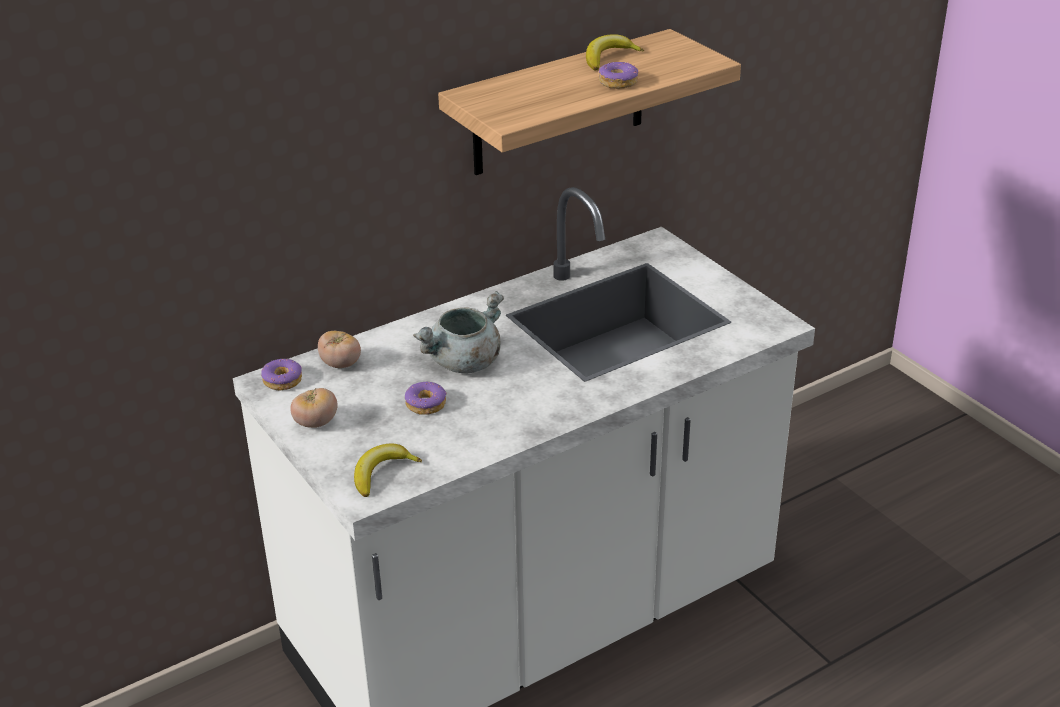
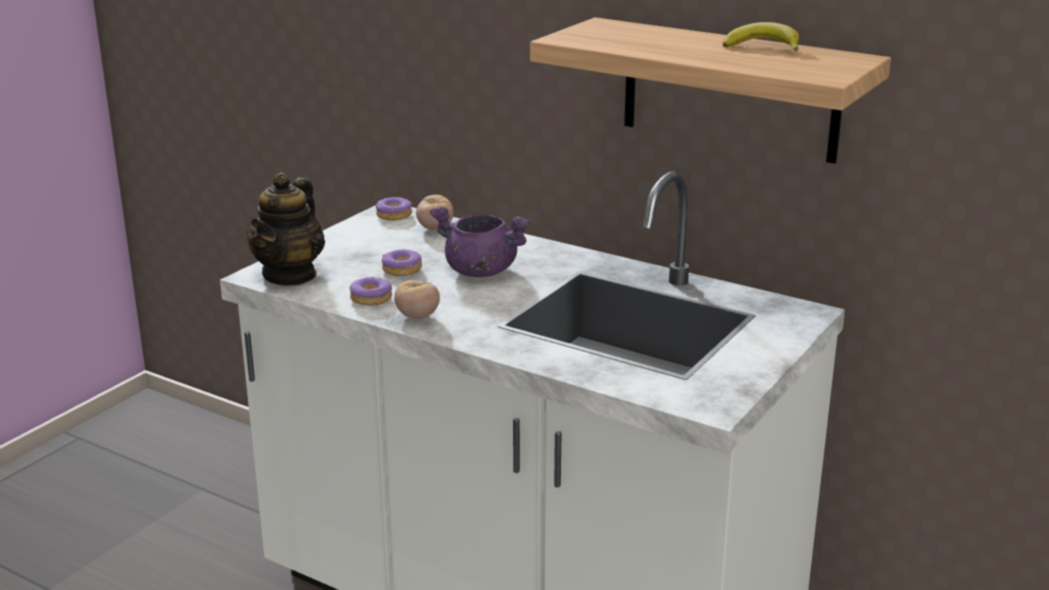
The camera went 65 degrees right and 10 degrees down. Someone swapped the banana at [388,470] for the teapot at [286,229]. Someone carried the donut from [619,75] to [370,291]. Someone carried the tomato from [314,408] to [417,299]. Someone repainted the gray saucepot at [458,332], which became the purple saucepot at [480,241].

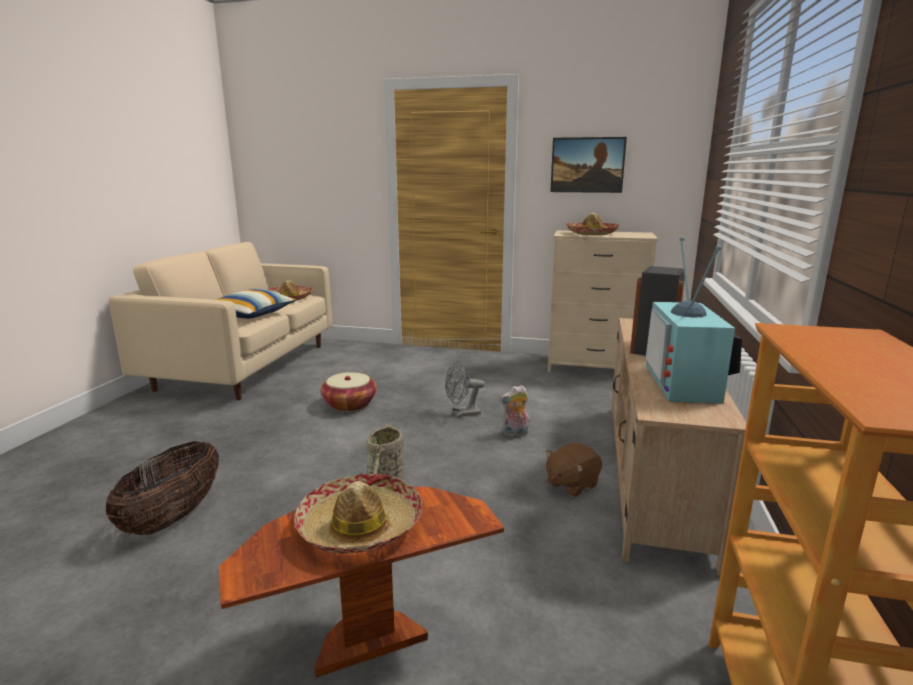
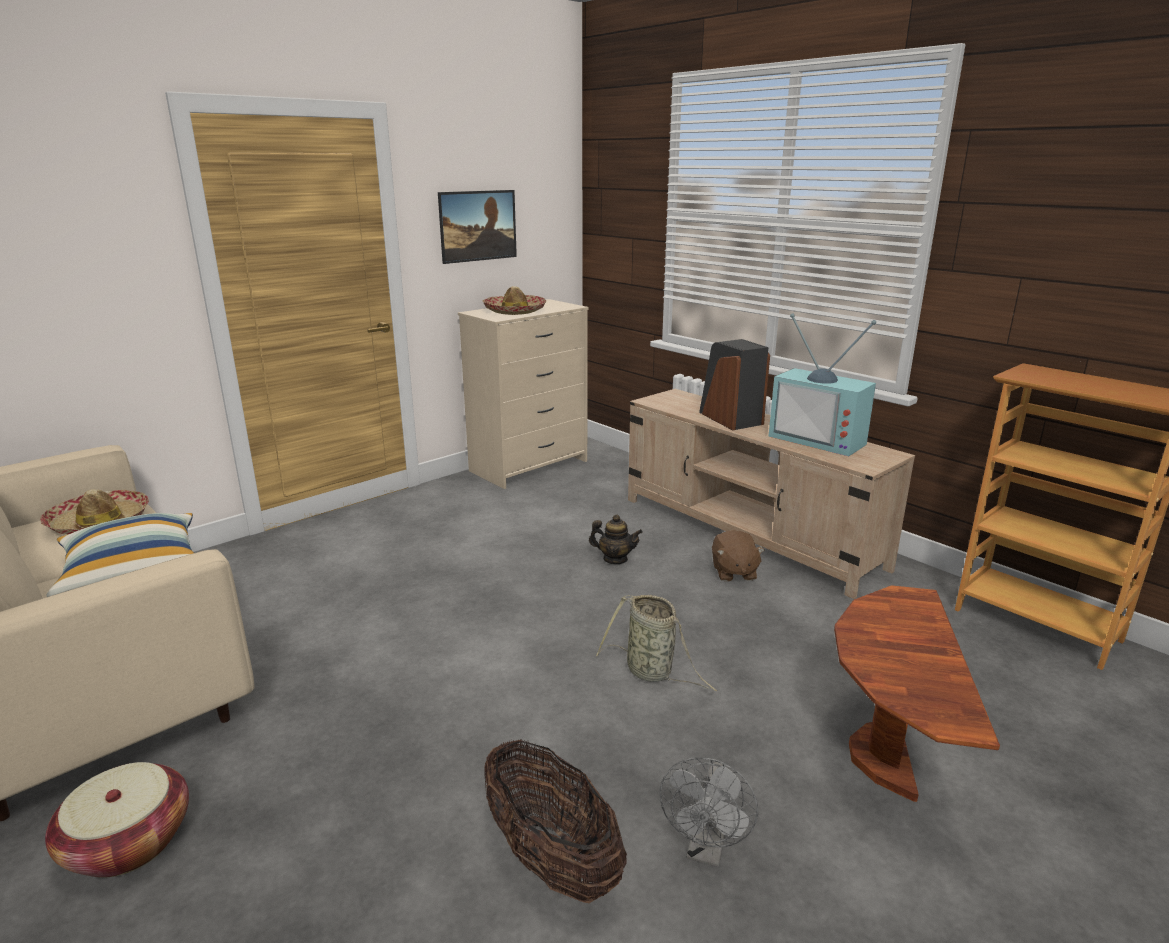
The camera went 55 degrees left and 5 degrees up. Someone carried the household basket from [348,392] to [117,820]. Someone swapped the soft toy at [514,411] for the teapot at [616,539]. Someone carried the gray electric fan from [465,388] to [709,812]. Someone took away the hat at [358,514].

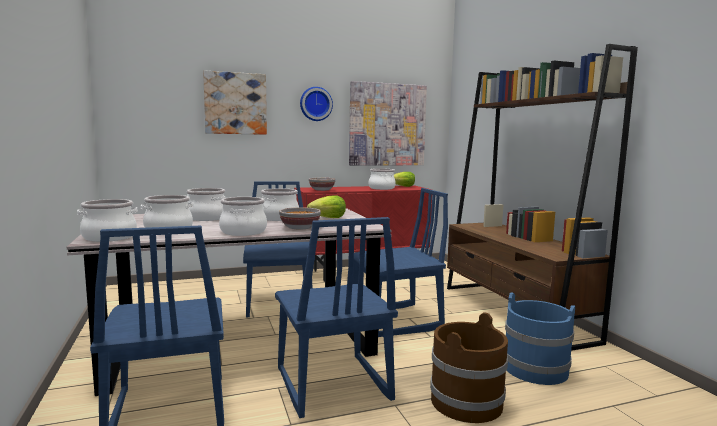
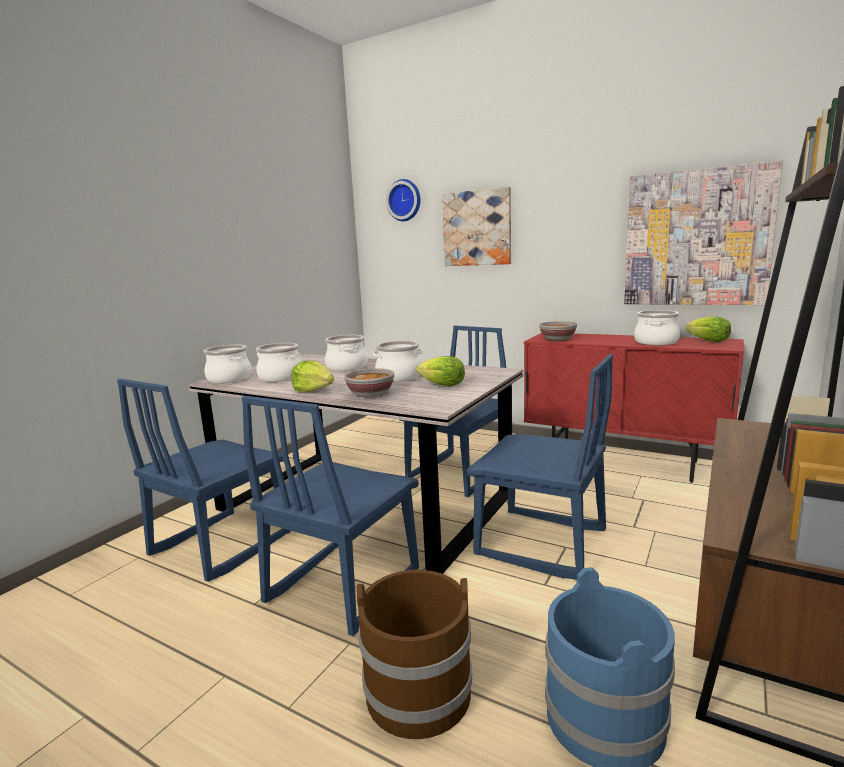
The camera went 50 degrees right and 5 degrees up. Someone swapped the saucepot at [243,216] for the lettuce head at [313,376]. Someone carried the hanging clock from [316,104] to [403,200].

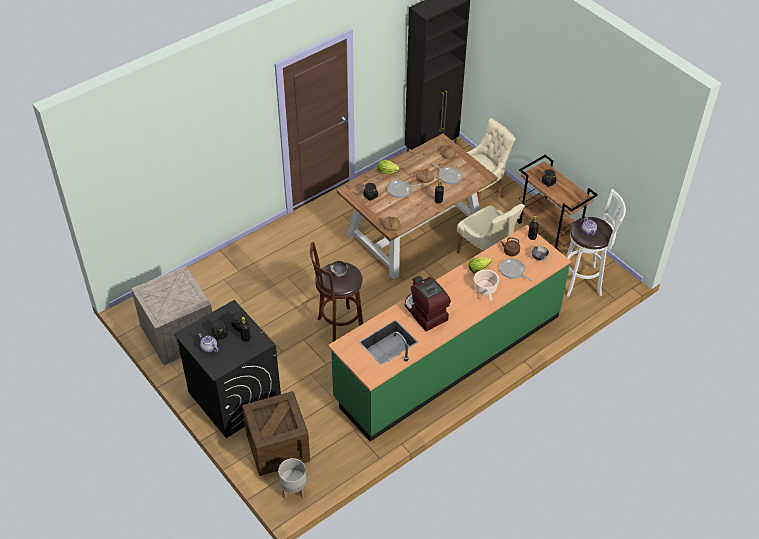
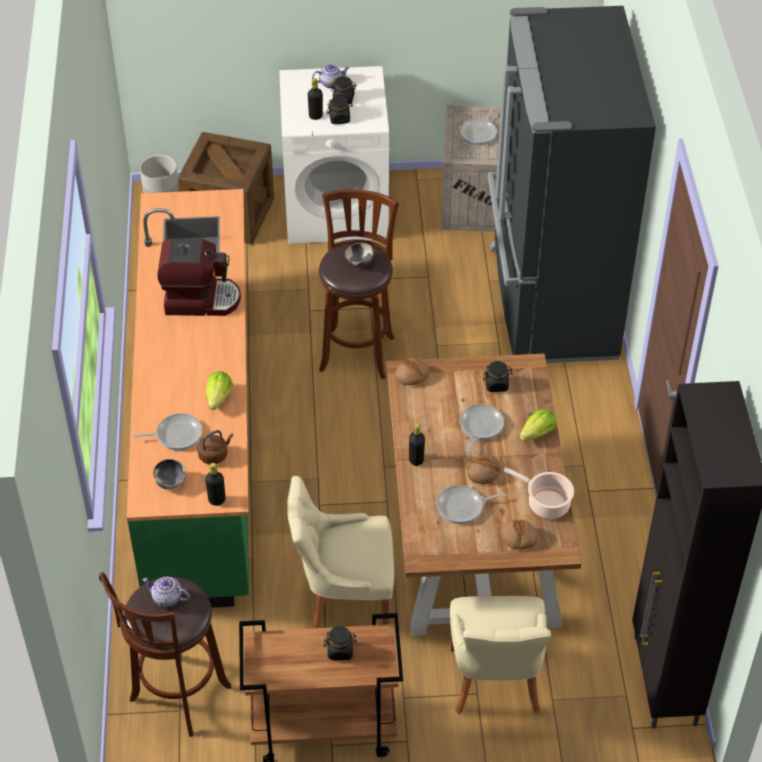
The camera went 125 degrees right and 0 degrees up. Someone repainted the white stool seat at [596,243], which became the brownish stool seat at [165,654]. Someone repainted the black-coloured laundry machine at [227,369], which became the white laundry machine at [334,155]. Someone put down the skillet at [478,126]. Someone put down the black-coloured refrigerator at [572,184]. Someone carried the saucepot from [486,285] to [539,493].

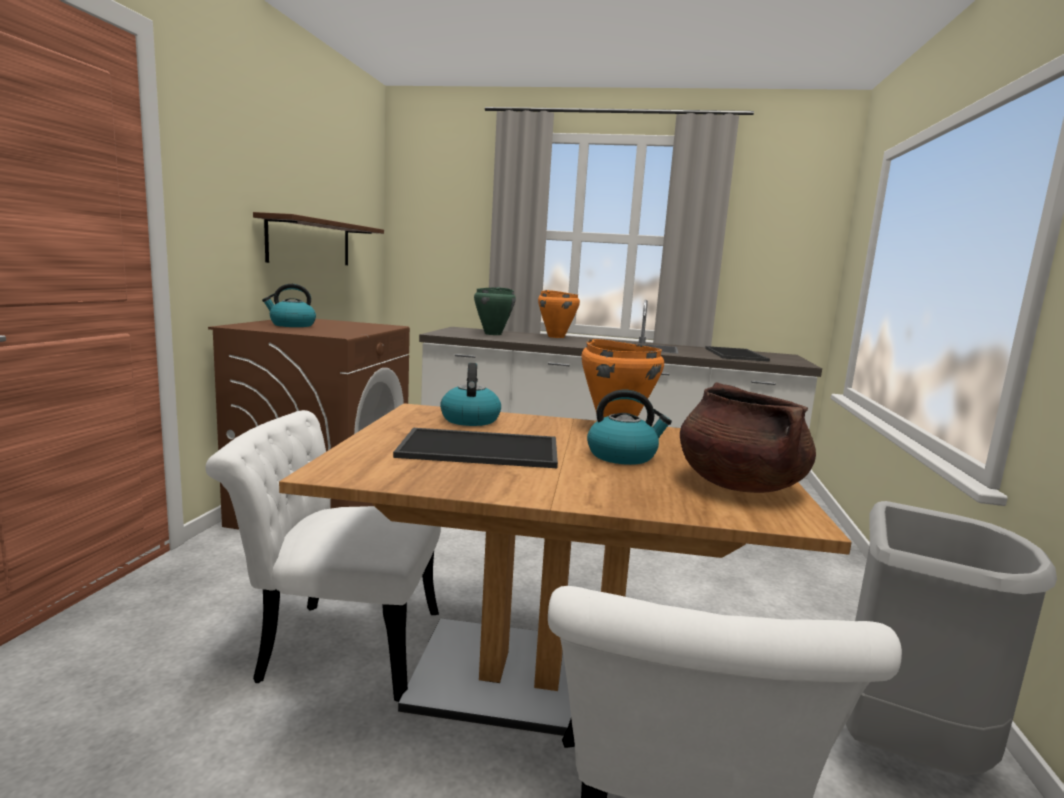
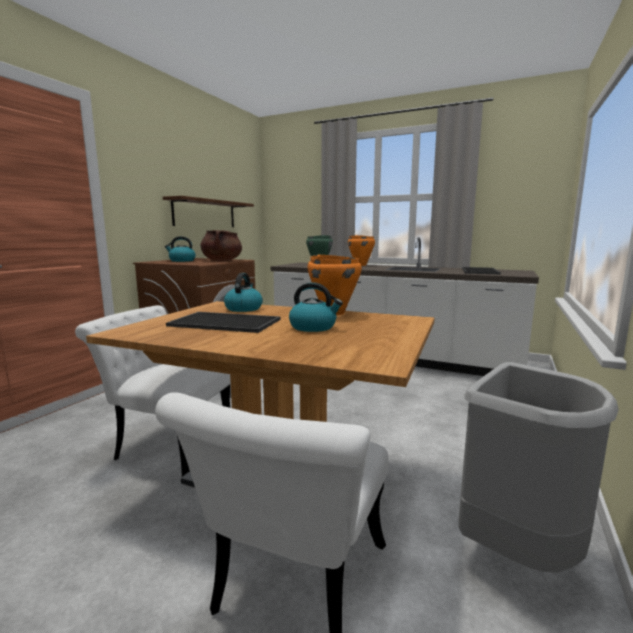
The camera went 15 degrees right and 0 degrees up. Someone carried the brownish saucepot from [748,437] to [221,245].

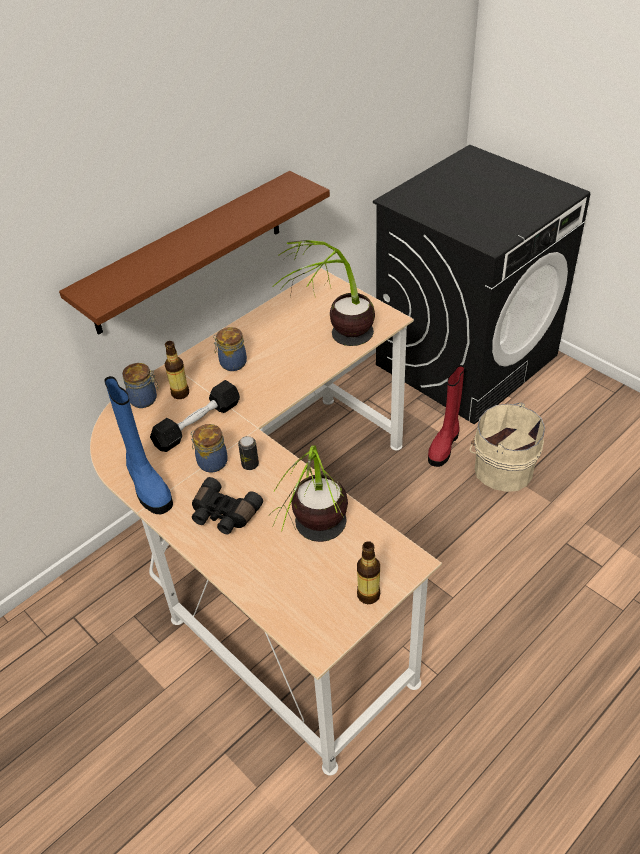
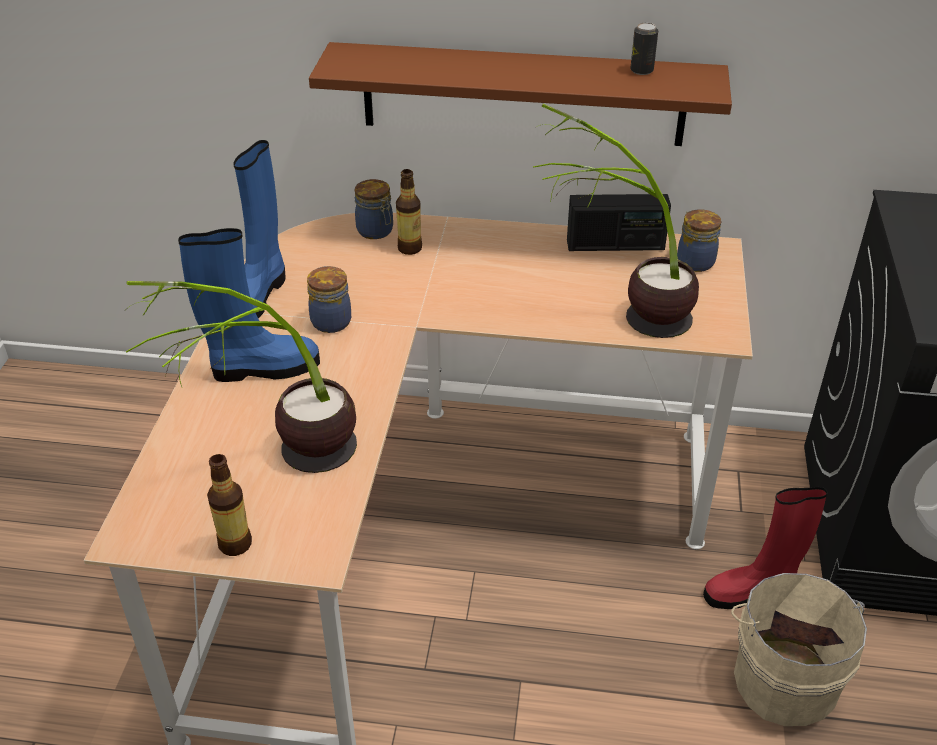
The camera went 50 degrees right and 5 degrees down. Someone swapped the black-coloured binoculars at [227,506] for the blue high-top boot at [249,305]. Someone put down the radio at [619,222]. Someone carried the can from [248,453] to [644,49]. Someone carried the jar from [230,349] to [699,240]. Someone took away the black-coloured dumbbell at [195,416].

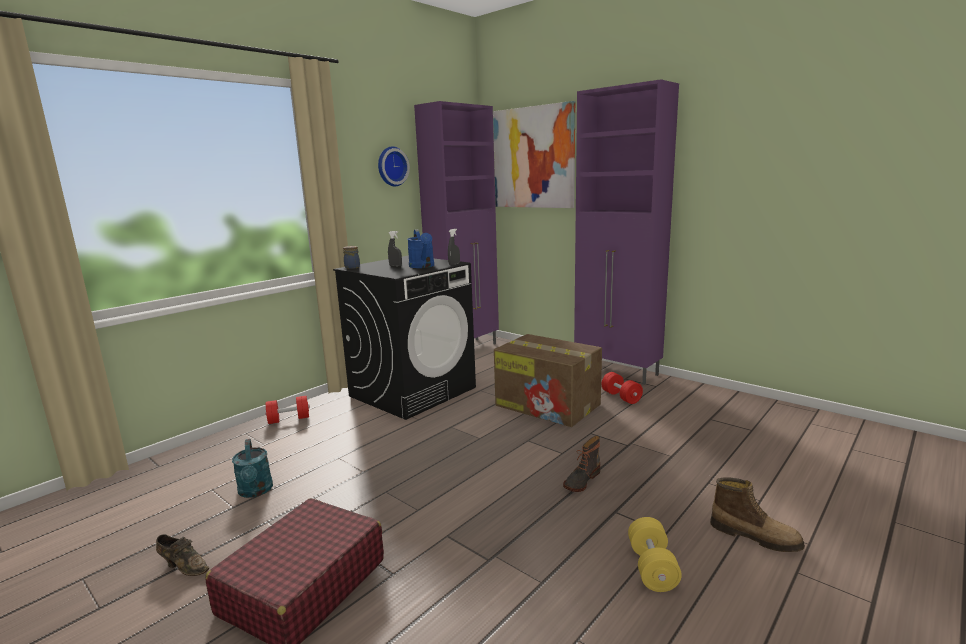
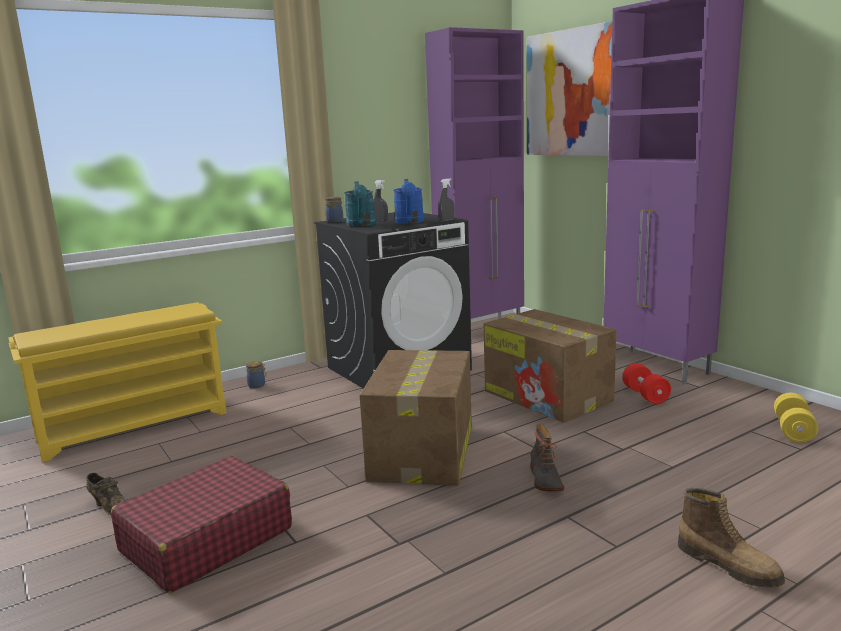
The camera went 15 degrees right and 0 degrees up. Someone put down the yellow-coloured shoe rack at [117,382]. Someone swapped the red-coloured dumbbell at [287,410] for the jar at [256,374]. Someone carried the turquoise watering can from [252,468] to [360,204]. Someone put down the carton at [415,418]. Someone rotated the high-top boot at [581,464] by 60 degrees counterclockwise. Someone carried the yellow-coloured dumbbell from [655,554] to [796,418]. Someone took away the hanging clock at [394,166].

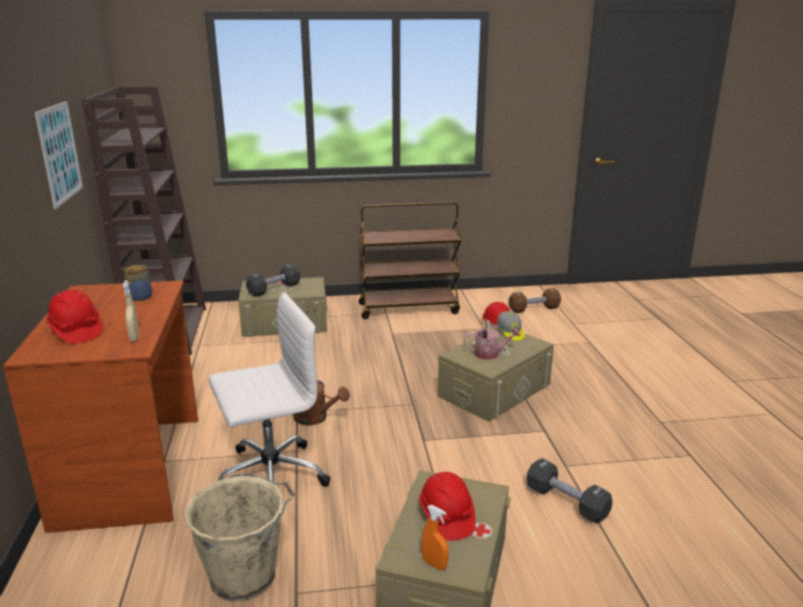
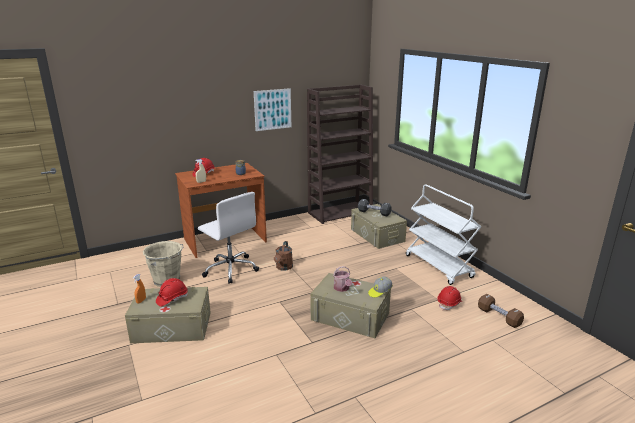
The camera went 70 degrees right and 0 degrees up. Someone repainted the brownish wheeled cart at [410,260], which became the white wheeled cart at [443,234]. Someone took away the black-coloured dumbbell at [569,491].

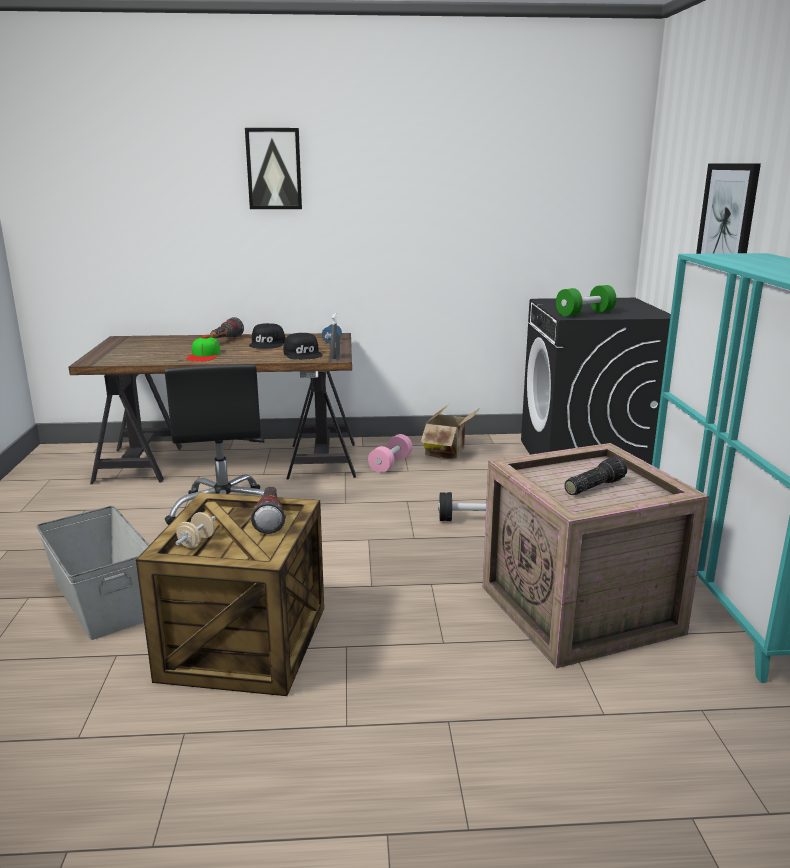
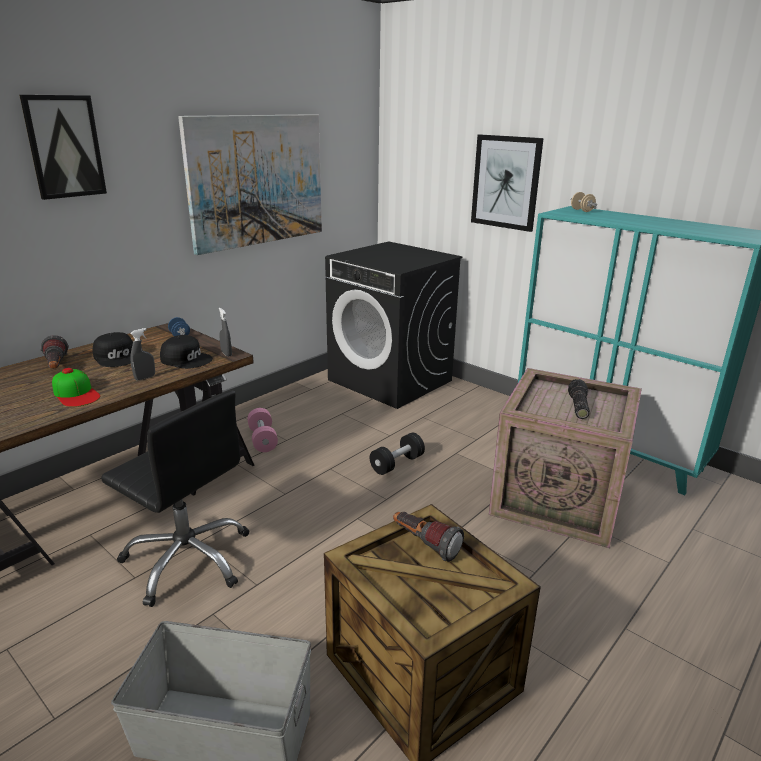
The camera went 45 degrees left and 5 degrees up. Someone put down the gray hand sprayer at [142,354]. Someone put up the wall picture at [250,184]. Someone carried the beige dumbbell from [195,530] to [584,202]. Someone took away the carton at [450,432]. Someone took away the greenish dumbbell at [586,300].

